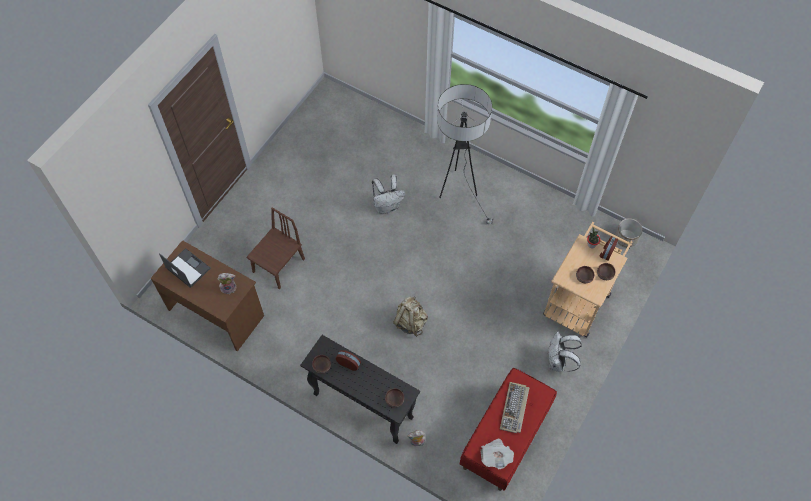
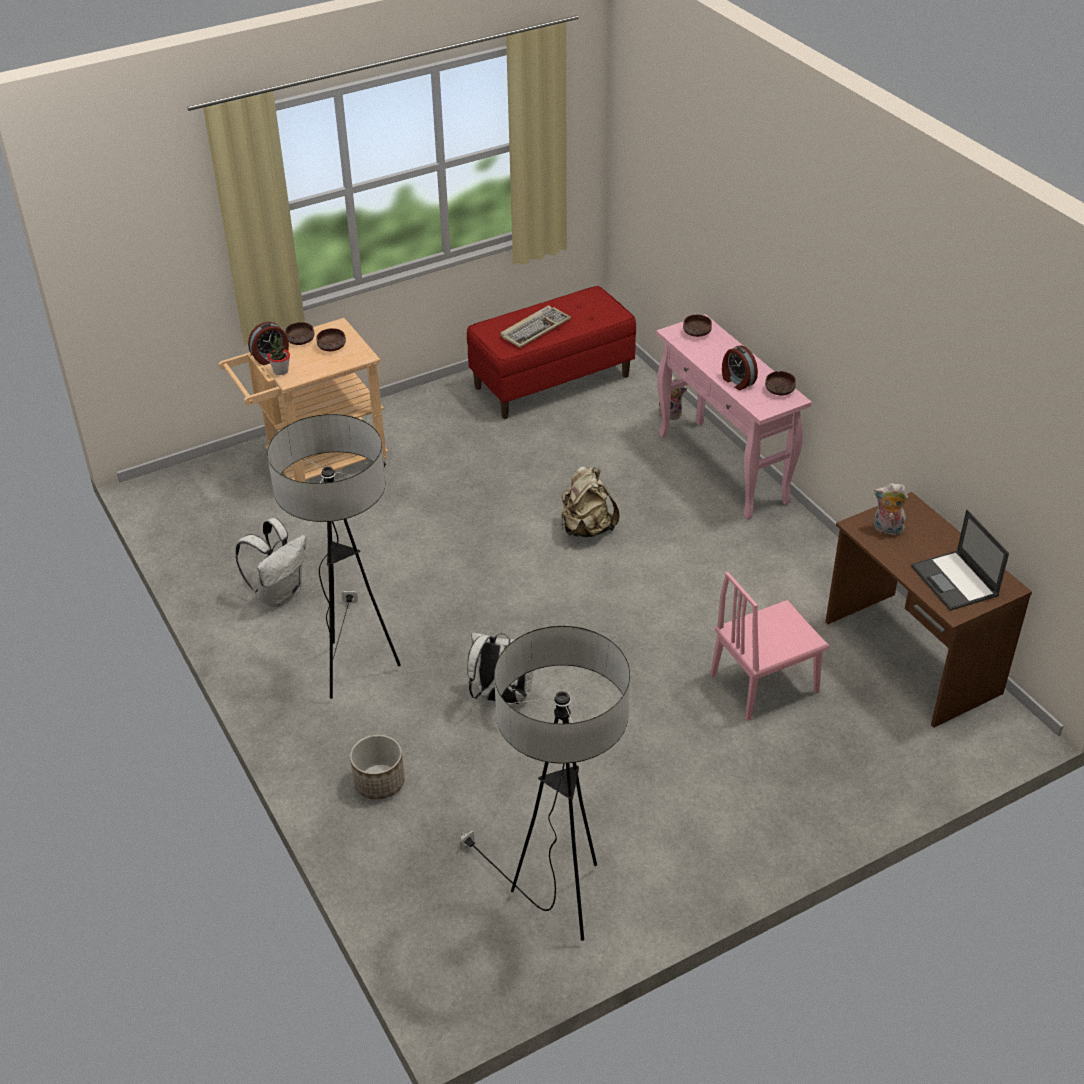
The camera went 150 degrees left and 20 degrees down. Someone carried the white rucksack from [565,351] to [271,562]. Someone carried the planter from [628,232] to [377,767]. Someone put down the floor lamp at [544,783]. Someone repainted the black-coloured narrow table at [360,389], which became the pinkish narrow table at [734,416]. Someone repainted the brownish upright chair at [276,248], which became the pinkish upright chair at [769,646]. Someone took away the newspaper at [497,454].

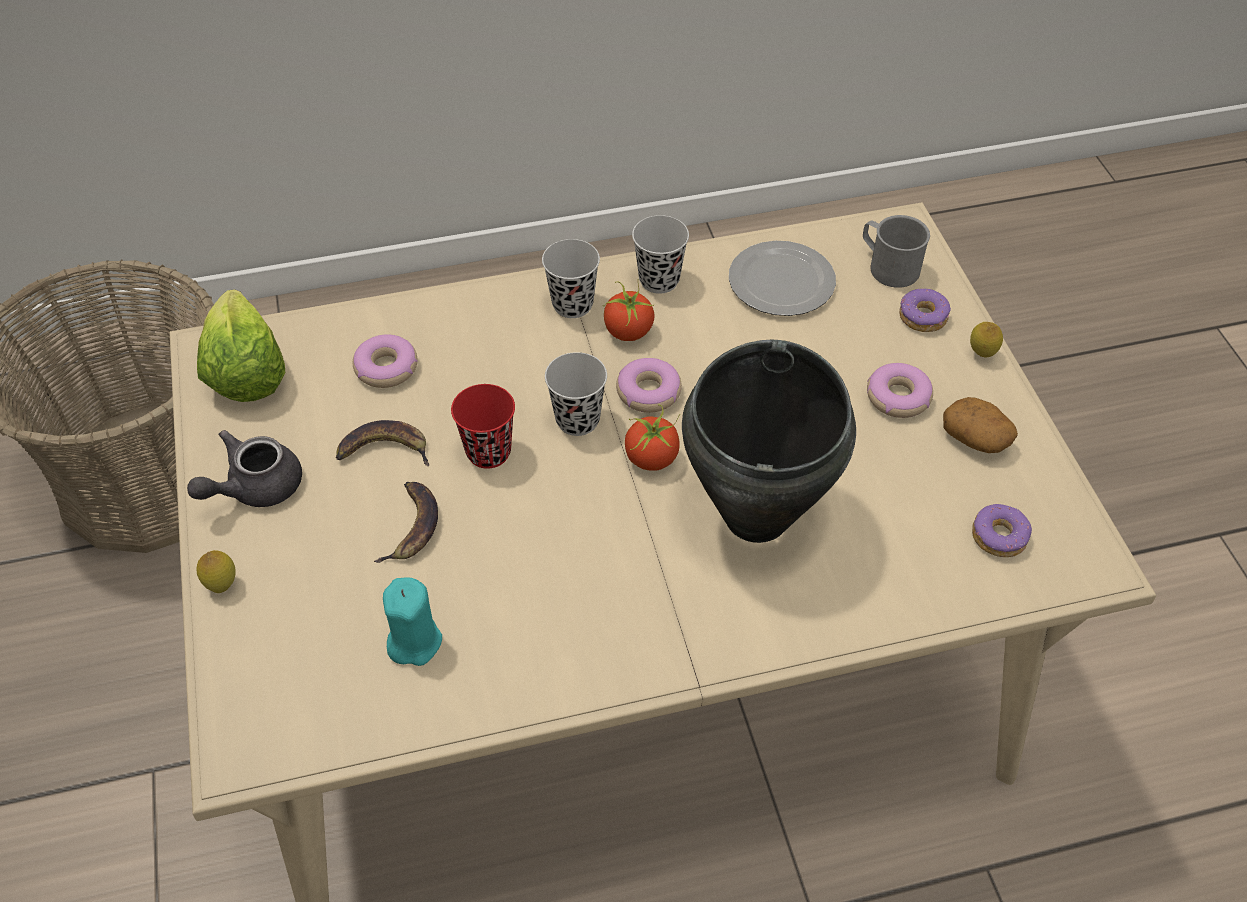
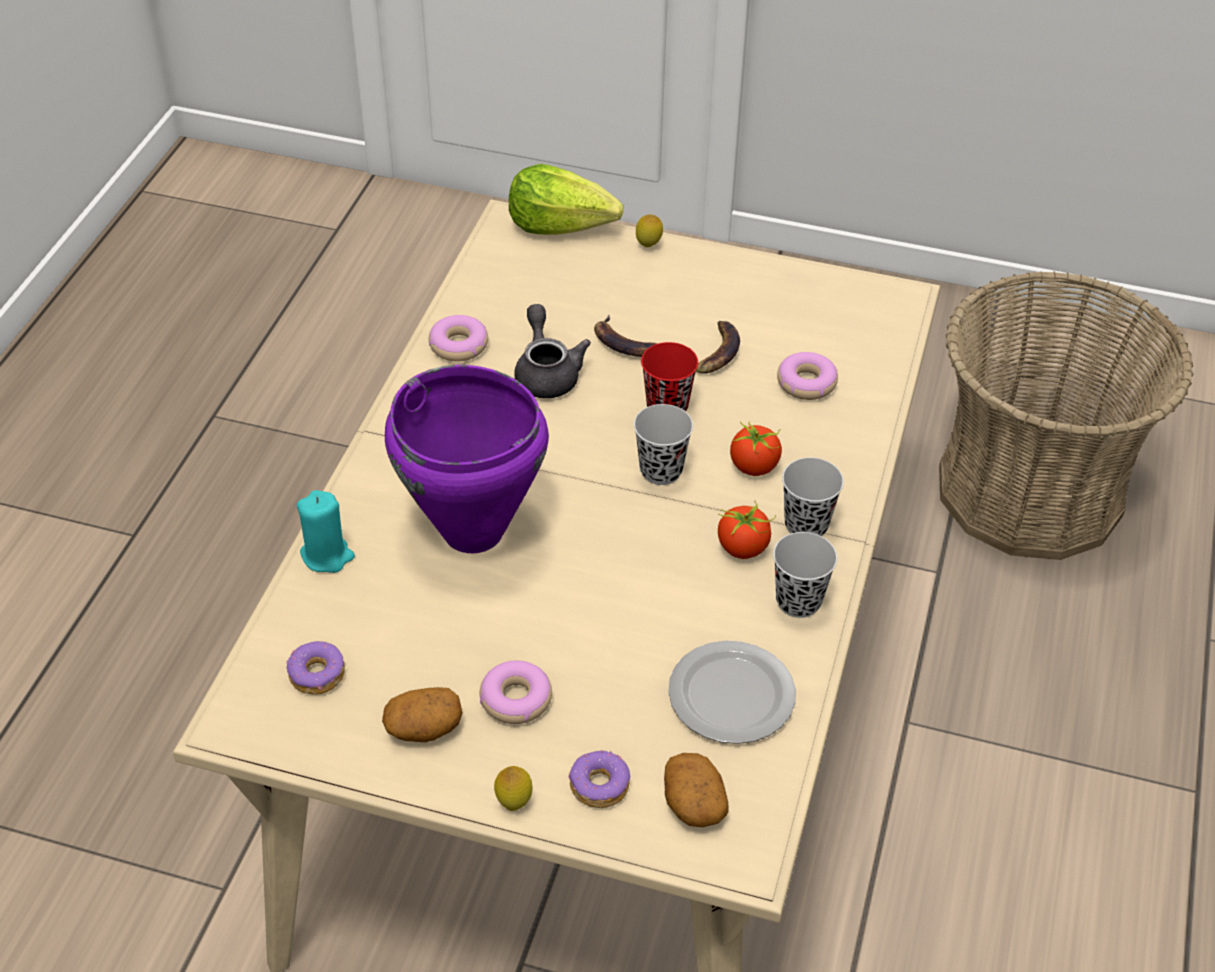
The camera went 120 degrees right and 5 degrees down. Someone carried the turquoise wax light from [412,621] to [326,531]. Someone repainted the black-coloured saucepot at [769,441], which became the purple saucepot at [467,459]. Someone carried the donut from [649,385] to [458,338]. Someone carried the lettuce head from [241,345] to [566,199]. Someone carried the gray teapot from [244,468] to [552,351]. Someone swapped the gray mug at [896,251] for the potato at [696,790]. Someone carried the tomato from [652,437] to [756,448].

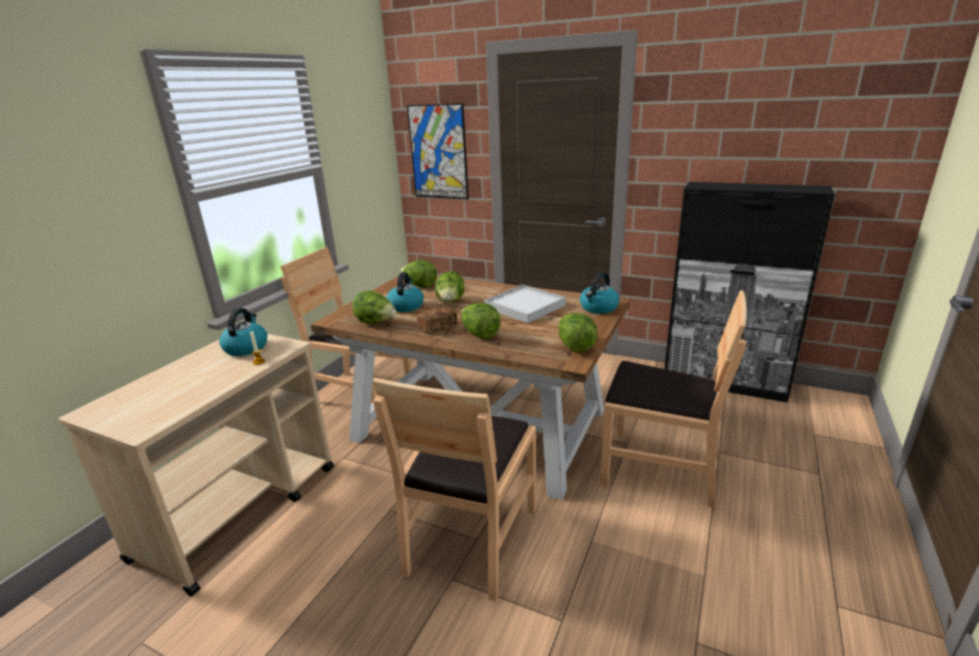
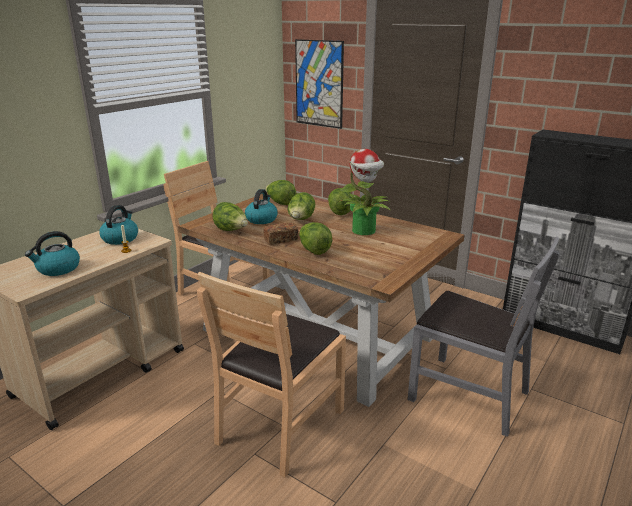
The camera went 10 degrees right and 0 degrees up. Someone carried the kettle from [600,293] to [52,253]. Someone carried the lettuce head from [578,333] to [340,201]. Someone swapped the white serving tray at [525,304] for the plant in a pot at [365,192]. Someone repainted the brownish upright chair at [673,399], which became the gray upright chair at [484,337].

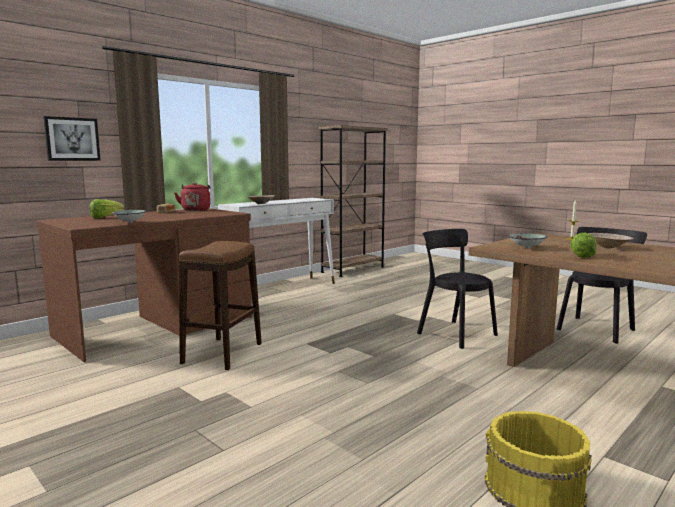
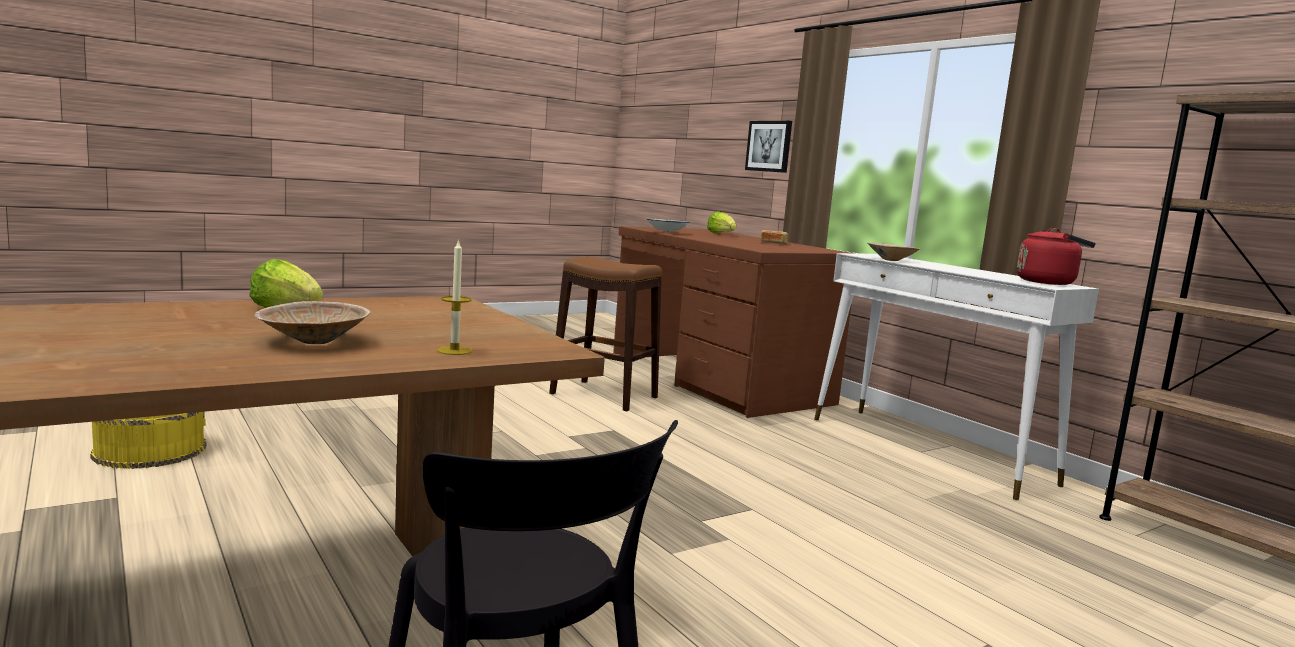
The camera went 100 degrees right and 0 degrees up. Someone carried the red-coloured kettle from [193,196] to [1056,256]. Someone took away the black-coloured upright chair at [457,289]. Someone took away the serving bowl at [528,240].

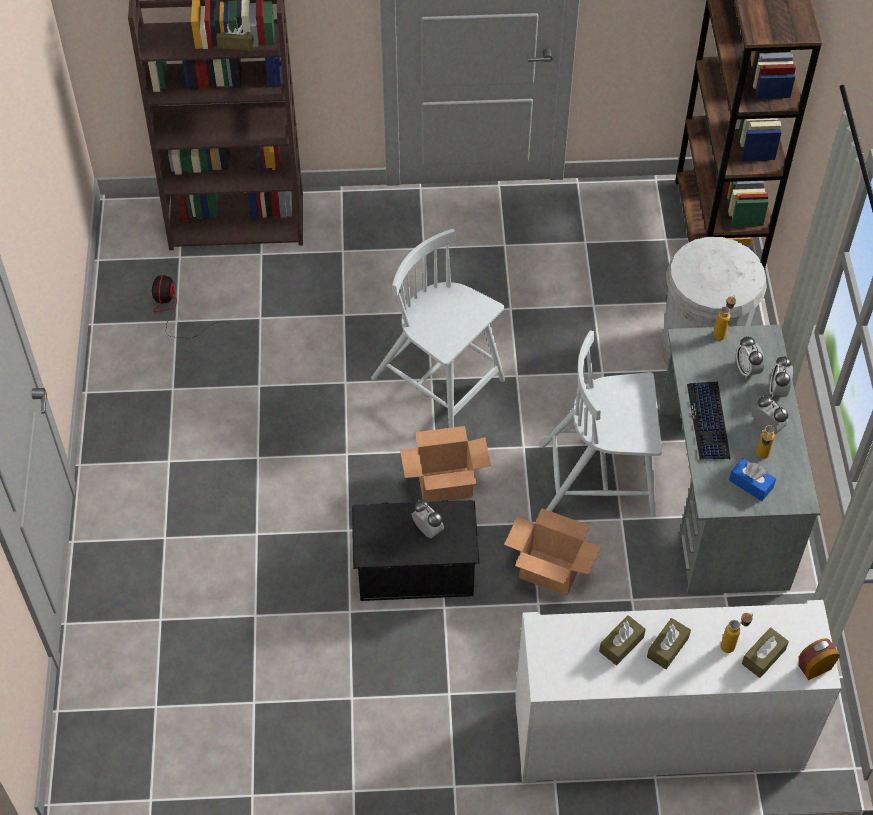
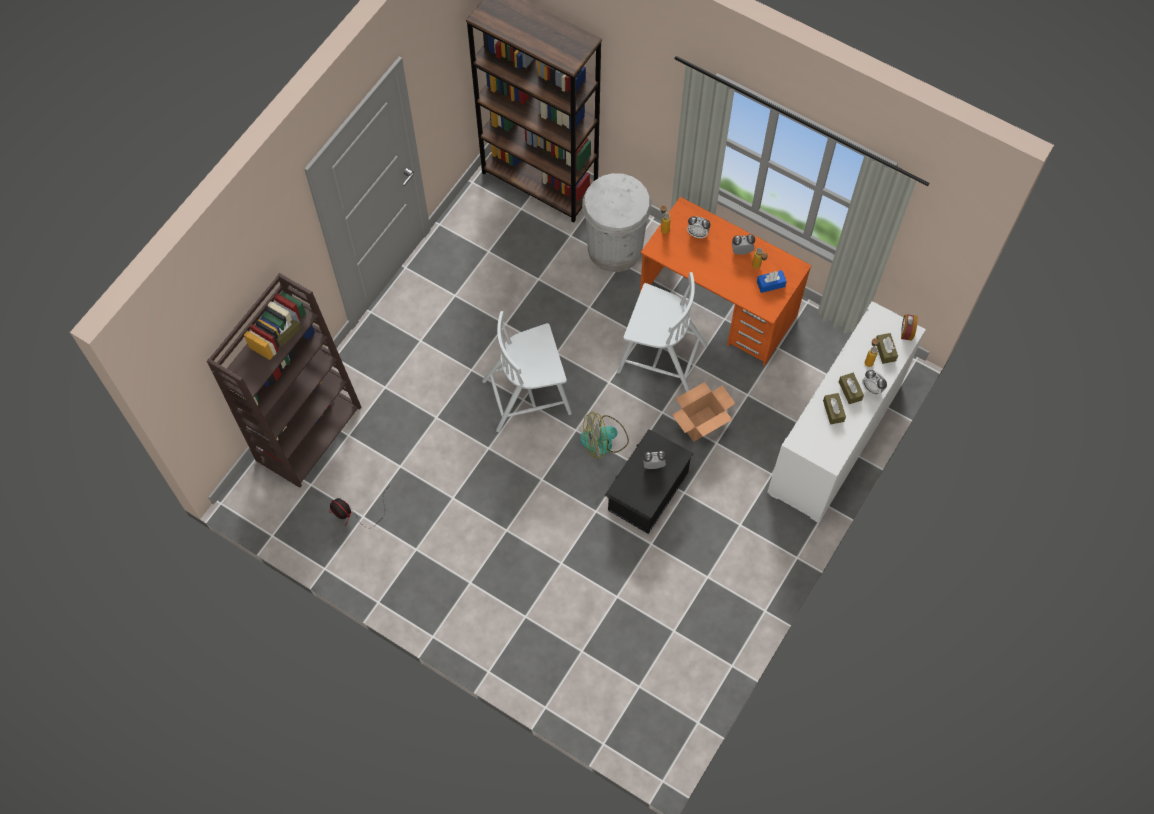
The camera went 55 degrees left and 10 degrees up. Someone swapped the carton at [445,464] for the electric fan at [604,435]. Someone rotated the white upright chair at [601,423] by 105 degrees counterclockwise. Someone repainted the gray desk unit at [740,460], which became the orangey desk unit at [726,281]. Someone carried the bedside clock from [781,377] to [874,383]. Someone took away the keyboard at [708,421].

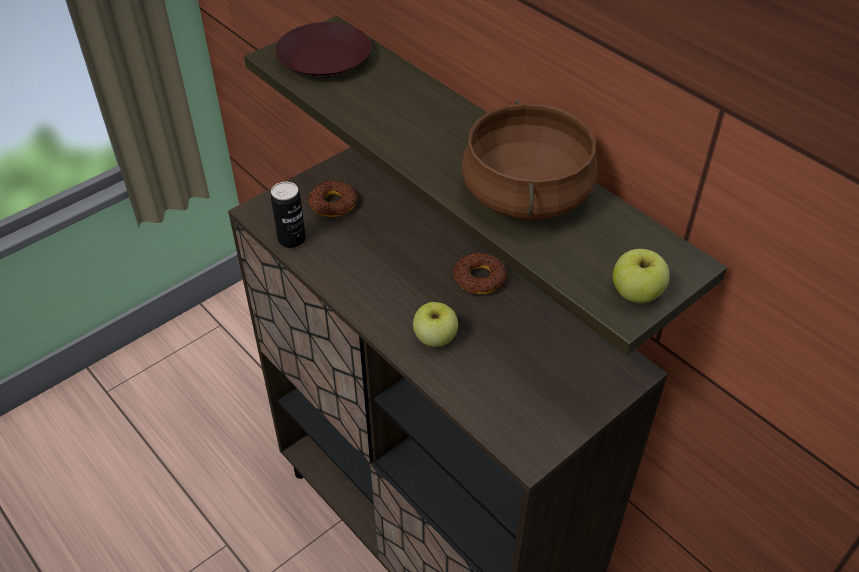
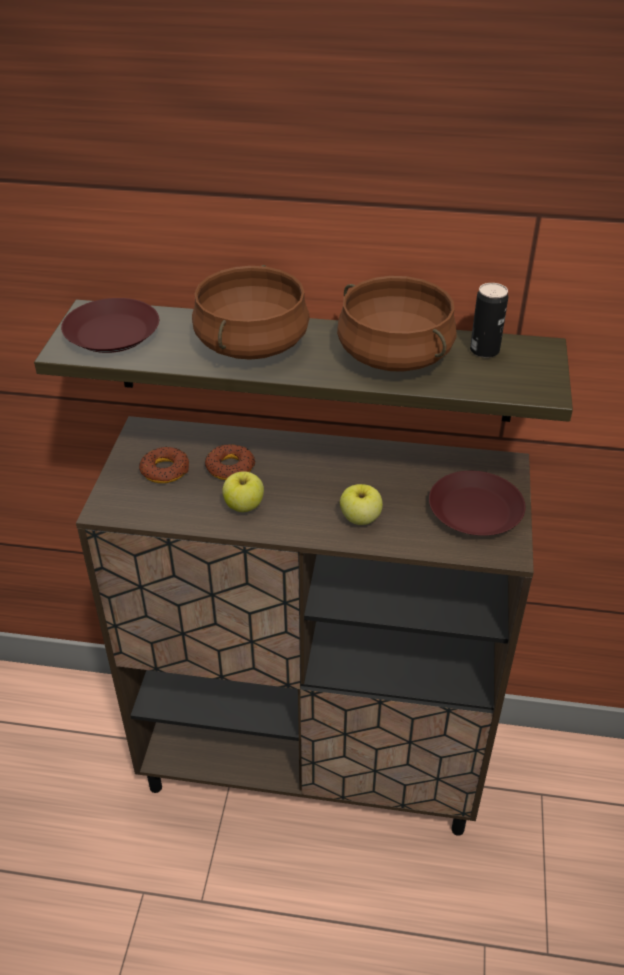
The camera went 40 degrees left and 5 degrees down. Someone put down the brownish saucepot at [251,312]. Someone carried the donut from [480,273] to [230,462]. Someone carried the apple from [641,276] to [243,491]. Someone put down the brownish dinner plate at [477,503]. Someone carried the can from [288,215] to [489,320].

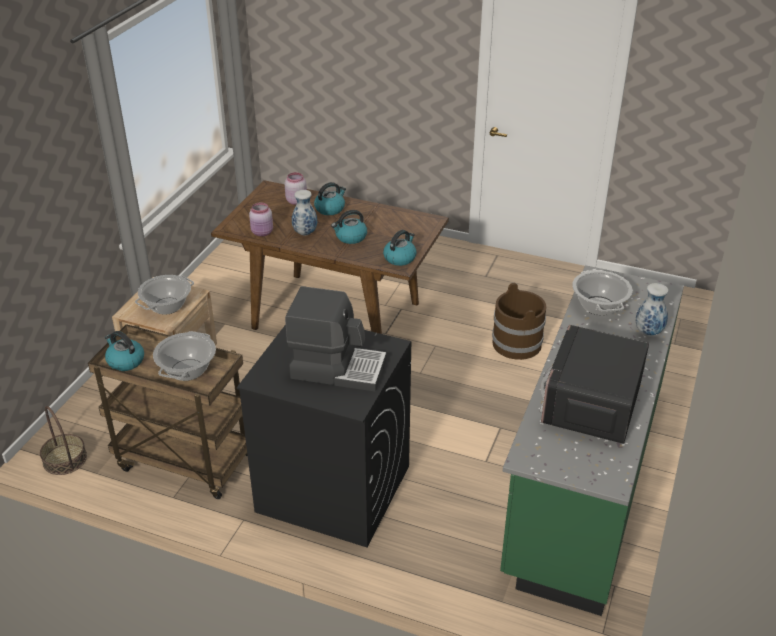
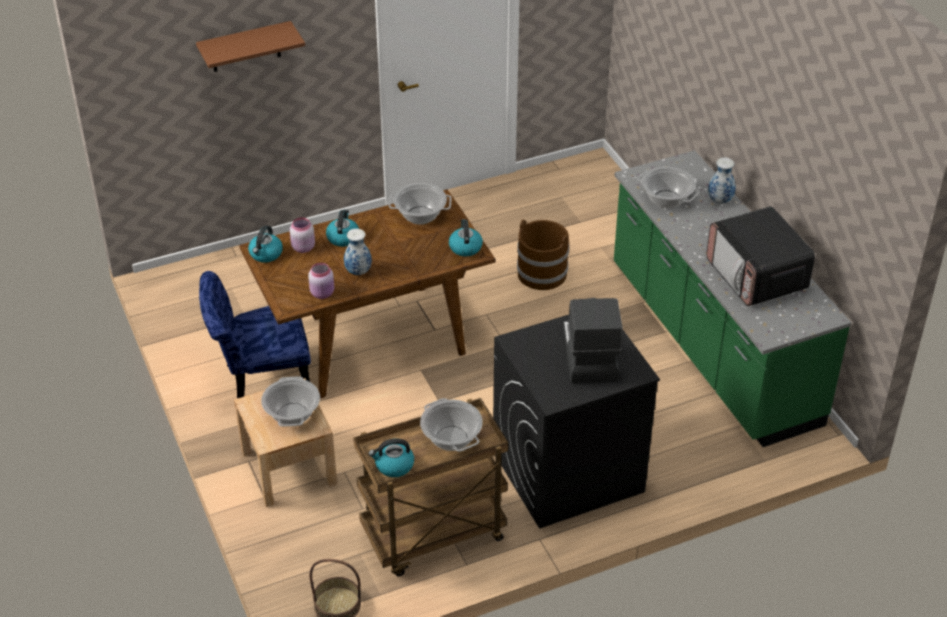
The camera went 45 degrees left and 5 degrees up. Someone put up the brownish wall shelf at [250,46]. Someone put down the blue upright chair at [255,334]. Someone carried the kettle from [349,227] to [265,243]. Someone put down the saucepot at [420,204]. Someone rotated the coffee machine at [336,339] by 60 degrees counterclockwise.

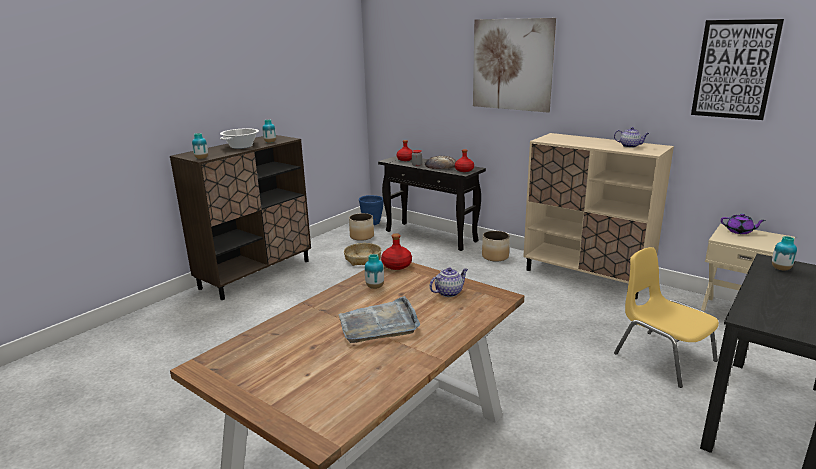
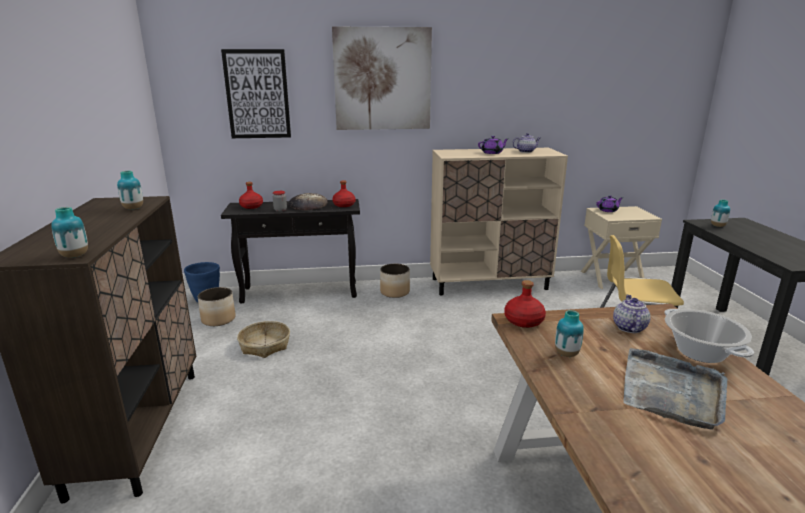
The camera went 45 degrees left and 0 degrees up. Someone carried the wall picture from [737,69] to [256,93]. Someone put down the purple teapot at [493,145]. Someone carried the saucepot from [239,138] to [709,336].

